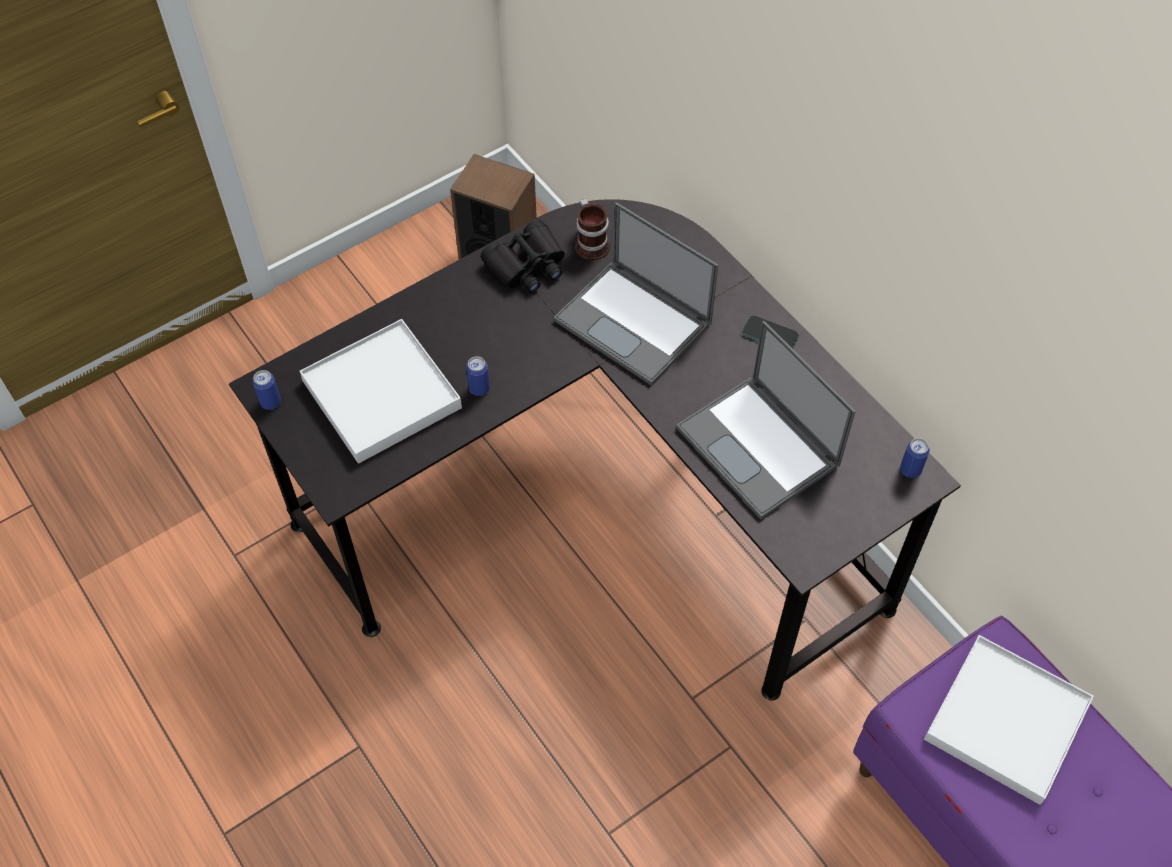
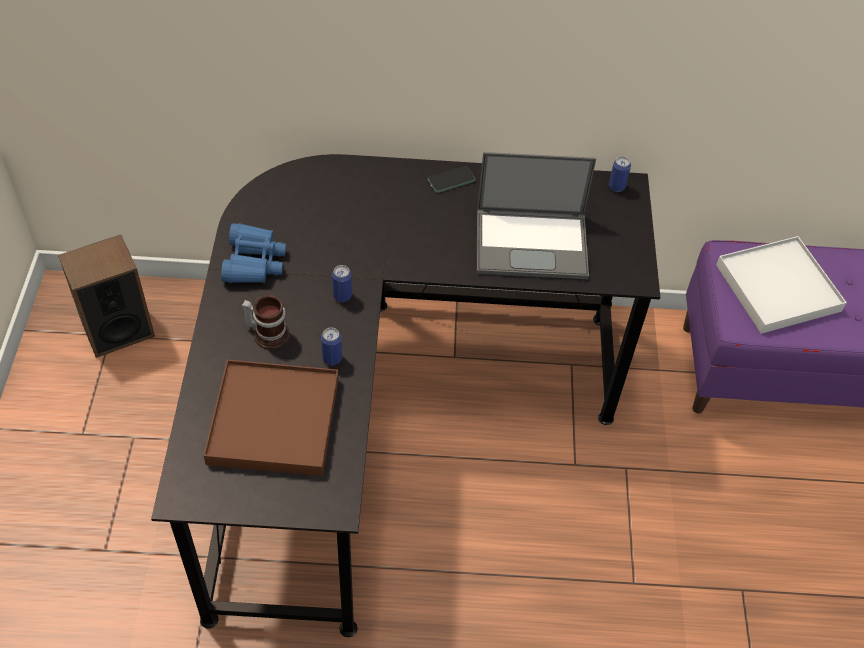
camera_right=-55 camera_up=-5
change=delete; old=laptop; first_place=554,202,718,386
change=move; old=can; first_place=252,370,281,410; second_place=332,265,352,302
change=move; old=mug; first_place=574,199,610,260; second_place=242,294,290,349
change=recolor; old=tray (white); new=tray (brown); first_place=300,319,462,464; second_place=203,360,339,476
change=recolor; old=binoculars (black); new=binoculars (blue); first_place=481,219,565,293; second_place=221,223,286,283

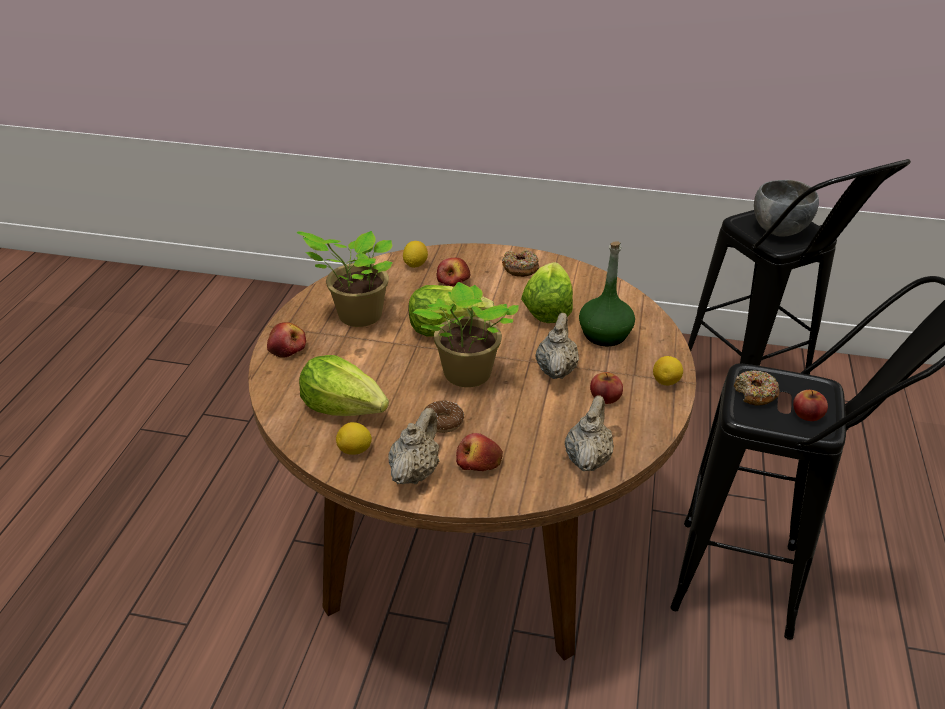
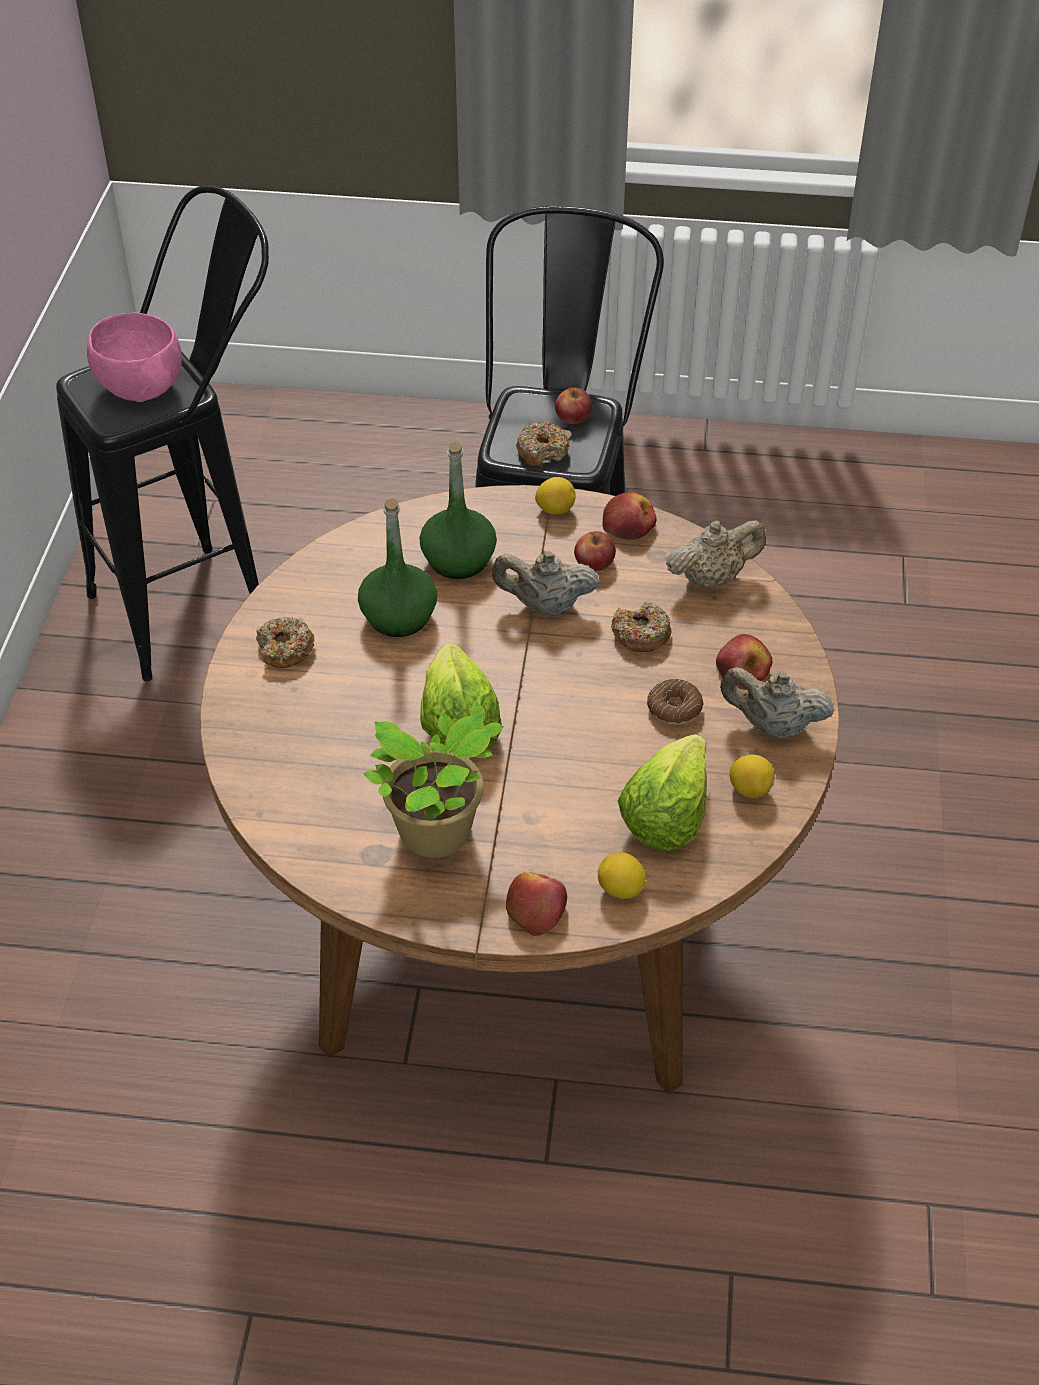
camera_right=-95 camera_up=10
change=delete; old=potted plant; first_place=412,282,519,387
change=insert; new=donut; second_place=611,602,672,652
change=move; old=lemon; first_place=403,241,428,268; second_place=598,852,647,899
change=move; old=apple; first_place=437,258,470,286; second_place=602,492,656,540
change=replace; old=lettuce; new=bottle (green); first_place=521,262,573,323; second_place=358,498,437,637
change=recolor; old=bowl (grey); new=bowl (pink); first_place=754,180,819,237; second_place=87,313,182,401
change=rotate; old=teapot (beige); first_place=565,395,614,471; second_place=666,520,766,588; degrees=150

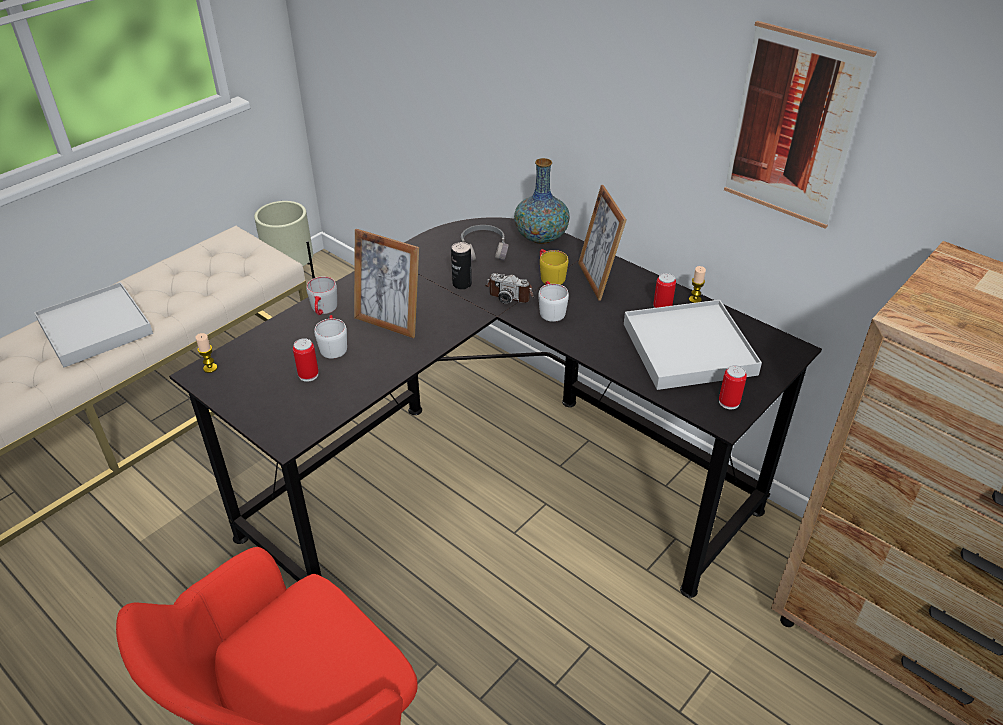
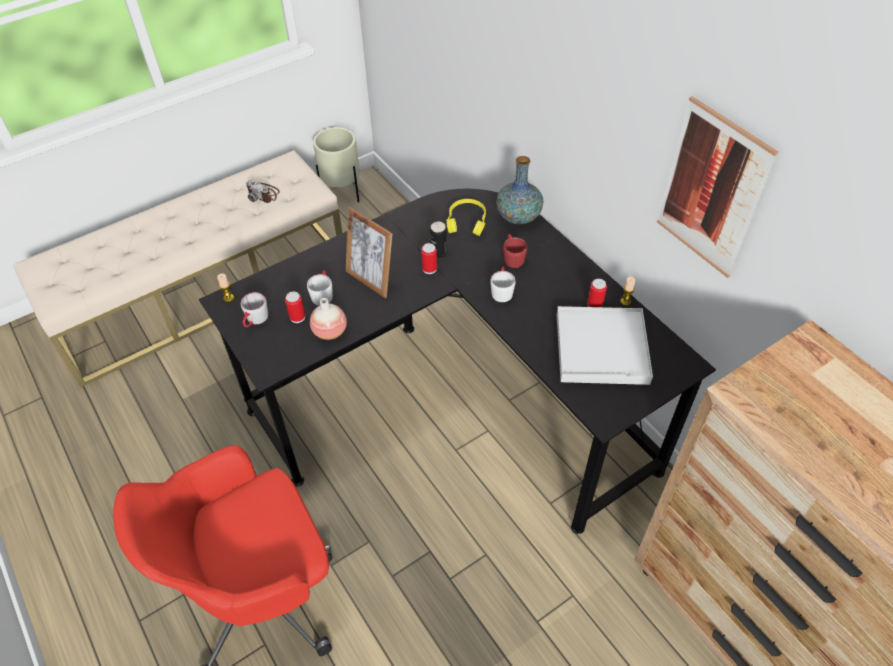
camera_right=15 camera_up=10
change=delete; old=tray (white); first_place=34,282,153,367
change=delete; old=picture frame; first_place=578,185,627,301
change=insert; new=vase; second_place=310,298,347,340
change=move; old=mug (grey); first_place=306,277,337,315; second_place=241,292,268,327
change=move; old=photo camera; first_place=485,273,534,304; second_place=246,180,280,203
change=move; old=can; first_place=719,365,747,409; second_place=421,243,437,274
change=recolor; old=headphones (grey); new=headphones (yellow); first_place=461,225,509,261; second_place=447,199,486,236
change=recolor; old=mug (yellow); new=mug (red); first_place=540,249,568,285; second_place=503,234,527,268

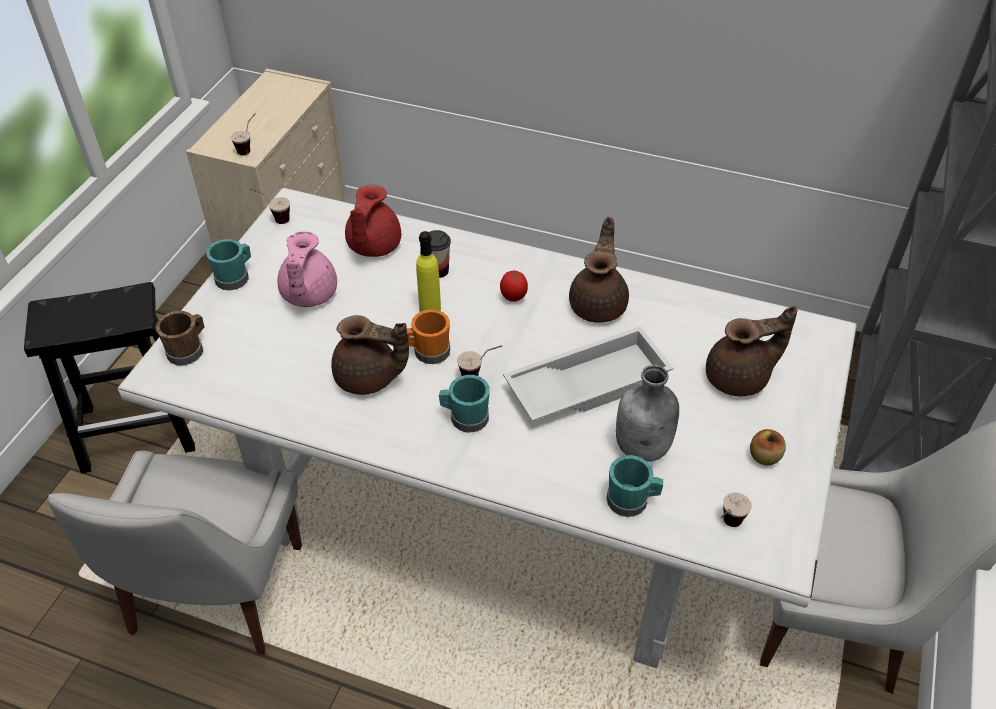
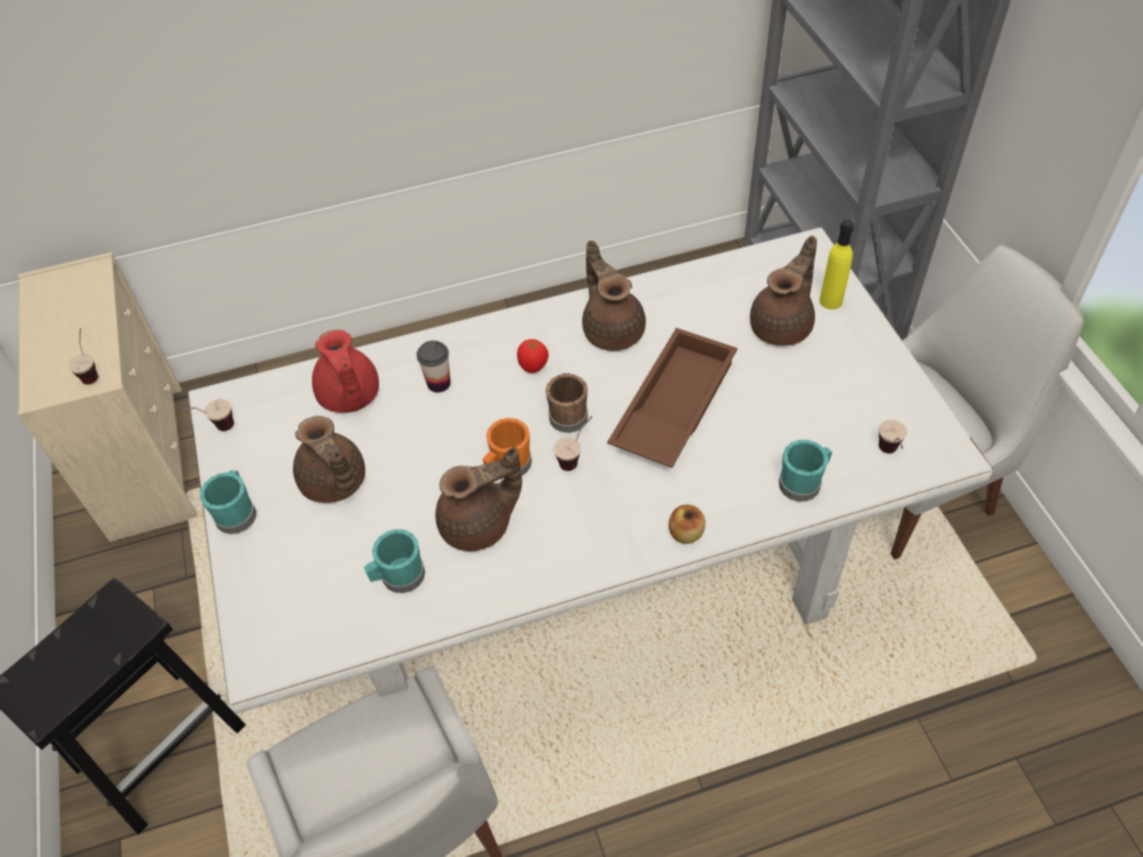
camera_right=-35 camera_up=5
change=delete; old=bottle (grey); first_place=616,365,679,462
change=move; old=mug (brown); first_place=156,311,204,366; second_place=545,373,588,433
change=move; old=bottle (yellow); first_place=416,231,441,312; second_place=819,220,854,310
change=move; old=mug (turquoise); first_place=439,375,490,432; second_place=364,529,425,593
change=move; old=apple; first_place=750,429,786,466; second_place=669,504,705,544
change=recolor; old=teapot (pink); new=teapot (brown); first_place=277,232,337,307; second_place=293,416,365,503
change=recolor; old=tray (white); new=tray (brown); first_place=503,326,674,421; second_place=607,328,738,468

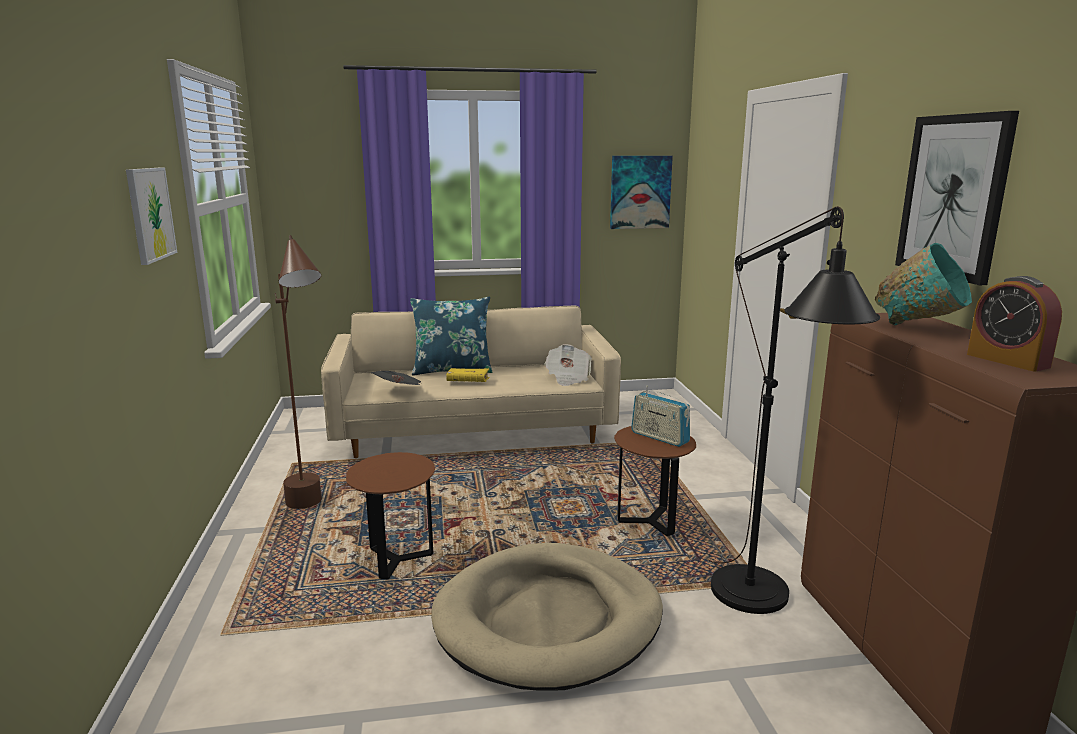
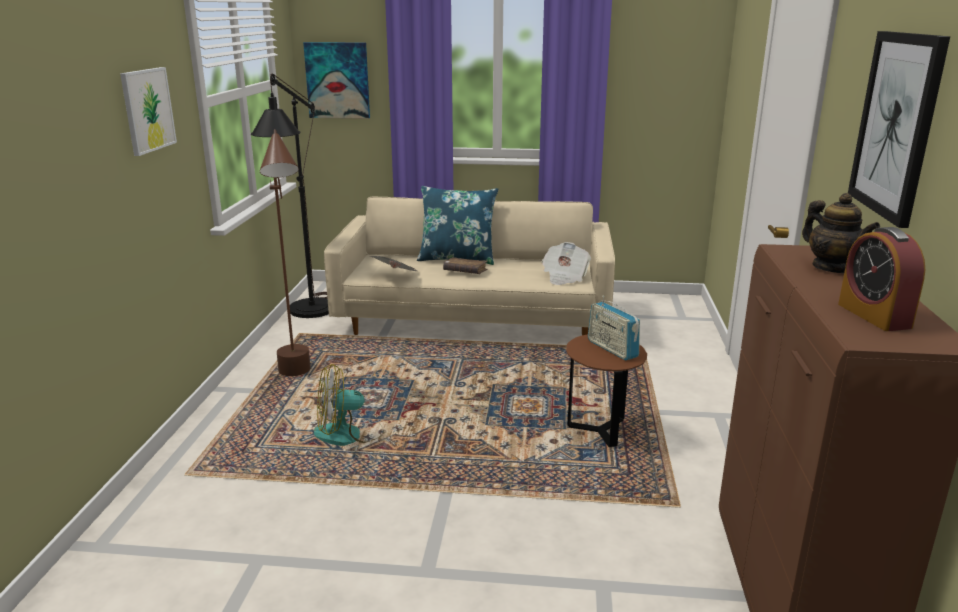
camera_right=15 camera_up=5
change=delete; old=dog bed (beige); first_place=431,543,663,691
change=move; old=picture; first_place=610,156,673,229; second_place=303,42,370,119
change=move; old=floor lamp (black); first_place=708,206,880,614; second_place=251,73,329,318
change=replace; old=side table (brown); new=fan; first_place=346,452,435,579; second_place=314,364,384,446
change=replace; old=bowl (turquoise); new=teapot; first_place=875,243,972,326; second_place=802,193,880,273
change=recolor; old=book (yellow); new=book (brown); first_place=446,368,489,382; second_place=443,257,487,274

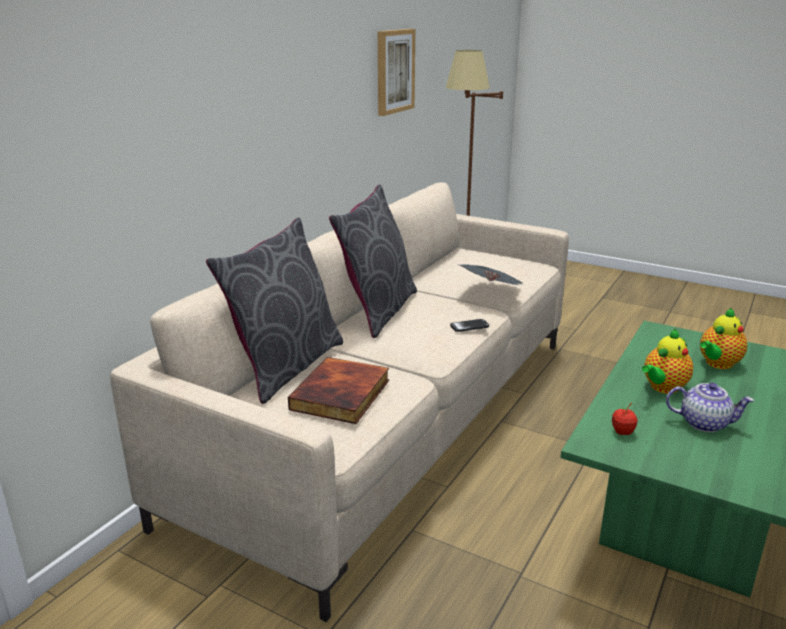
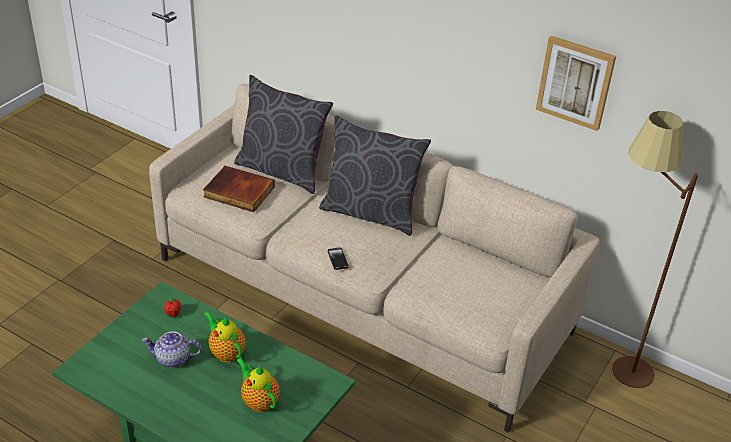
camera_right=90 camera_up=15
change=delete; old=newspaper; first_place=459,265,523,285
change=rotate; old=teapot; first_place=666,383,754,432; second_place=142,331,201,368; degrees=75

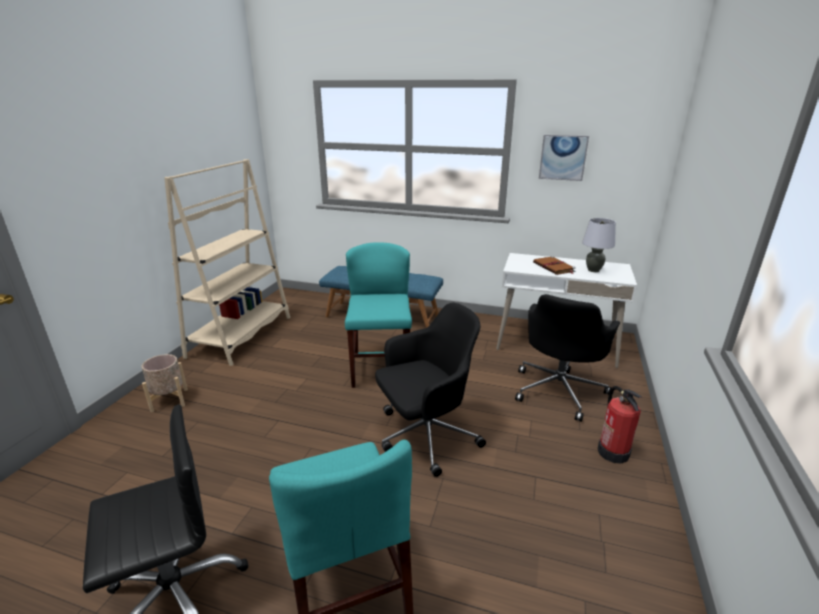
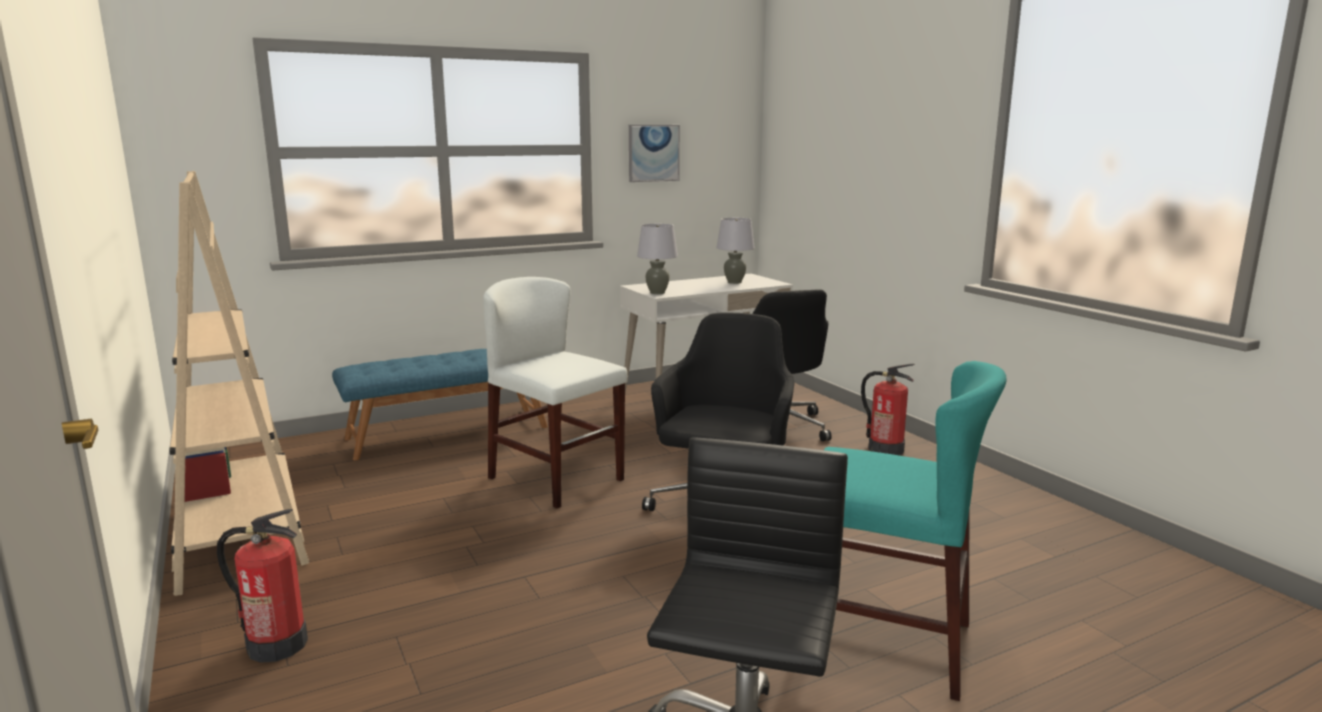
camera_right=-45 camera_up=-10
change=delete; old=book (brown); first_place=533,256,576,275
change=insert; new=table lamp (grey); second_place=637,224,678,294
change=replace; old=planter (beige); new=fire extinguisher; first_place=142,354,188,412; second_place=217,509,308,663
change=recolor; old=chair (turquoise); new=chair (white); first_place=345,243,412,388; second_place=483,277,627,508

